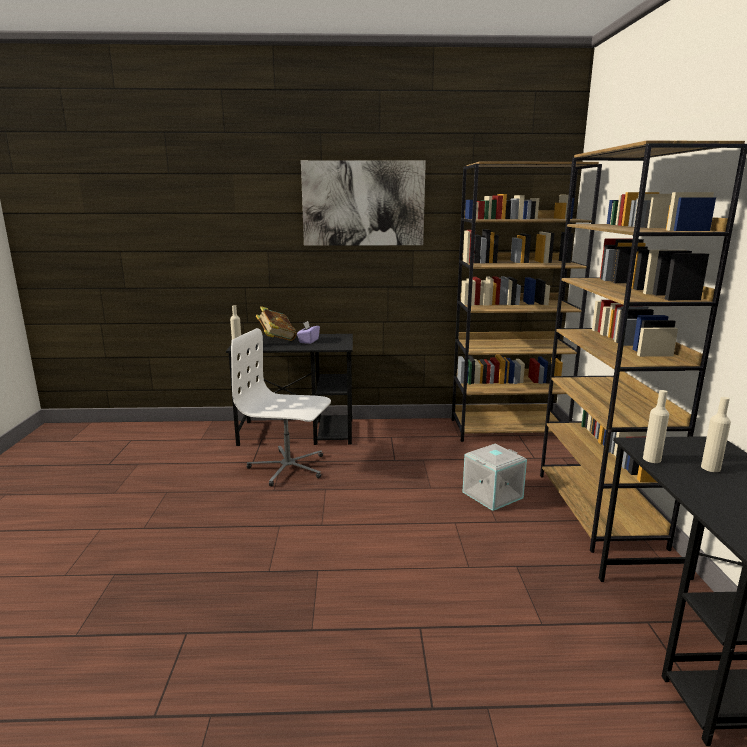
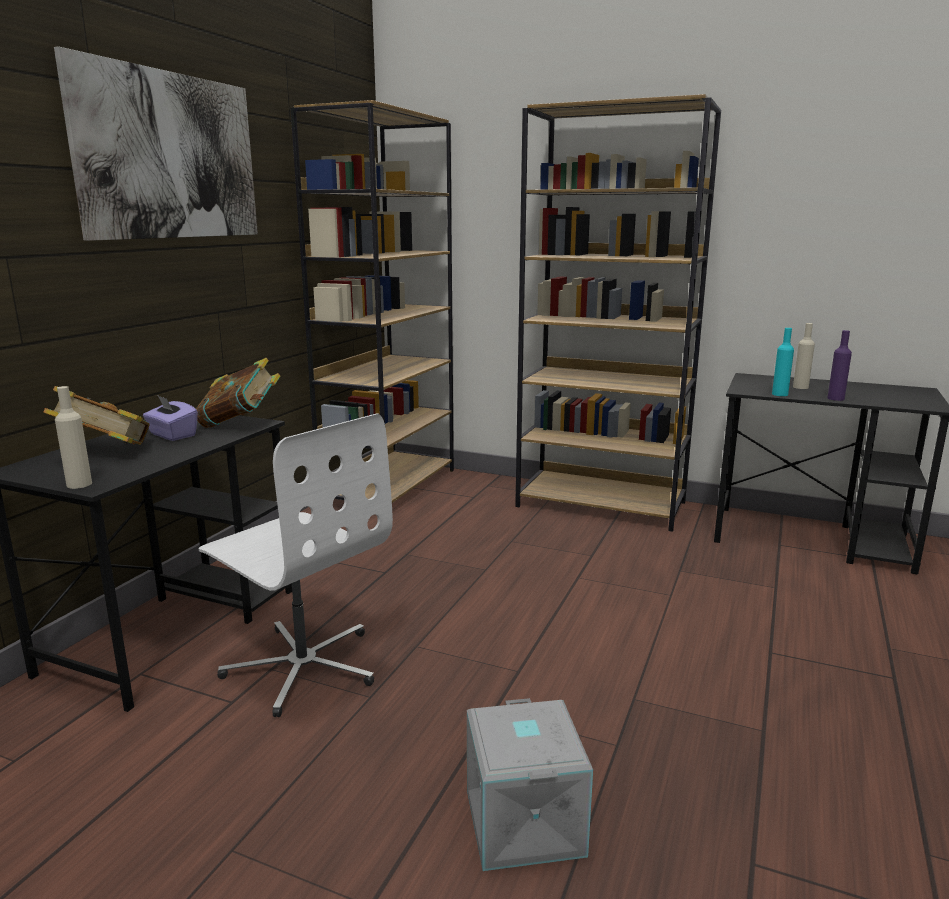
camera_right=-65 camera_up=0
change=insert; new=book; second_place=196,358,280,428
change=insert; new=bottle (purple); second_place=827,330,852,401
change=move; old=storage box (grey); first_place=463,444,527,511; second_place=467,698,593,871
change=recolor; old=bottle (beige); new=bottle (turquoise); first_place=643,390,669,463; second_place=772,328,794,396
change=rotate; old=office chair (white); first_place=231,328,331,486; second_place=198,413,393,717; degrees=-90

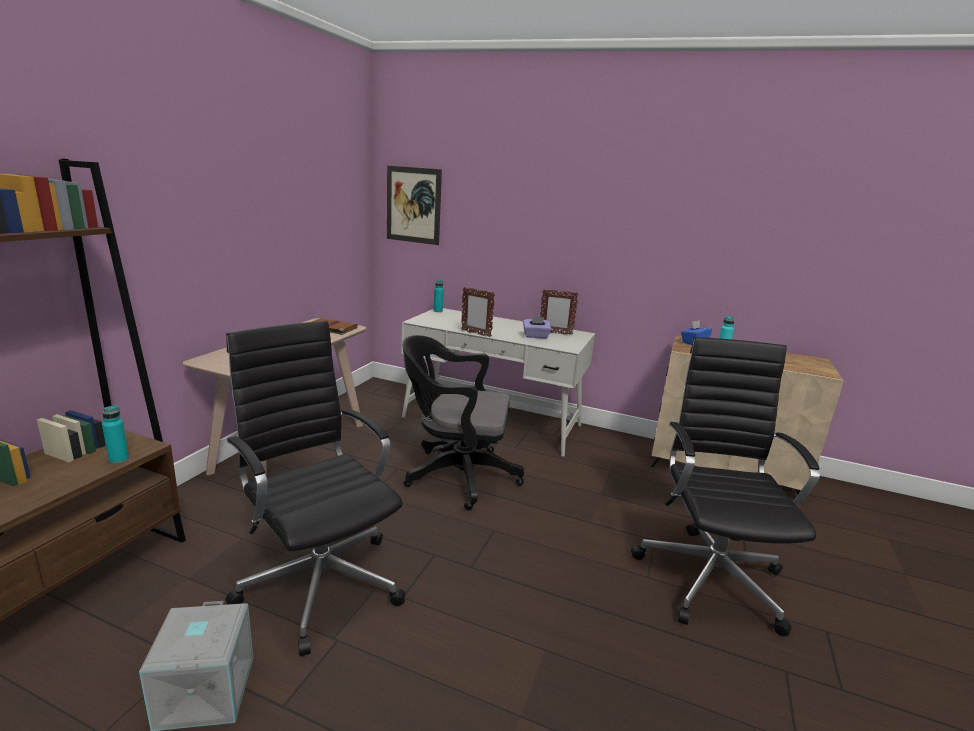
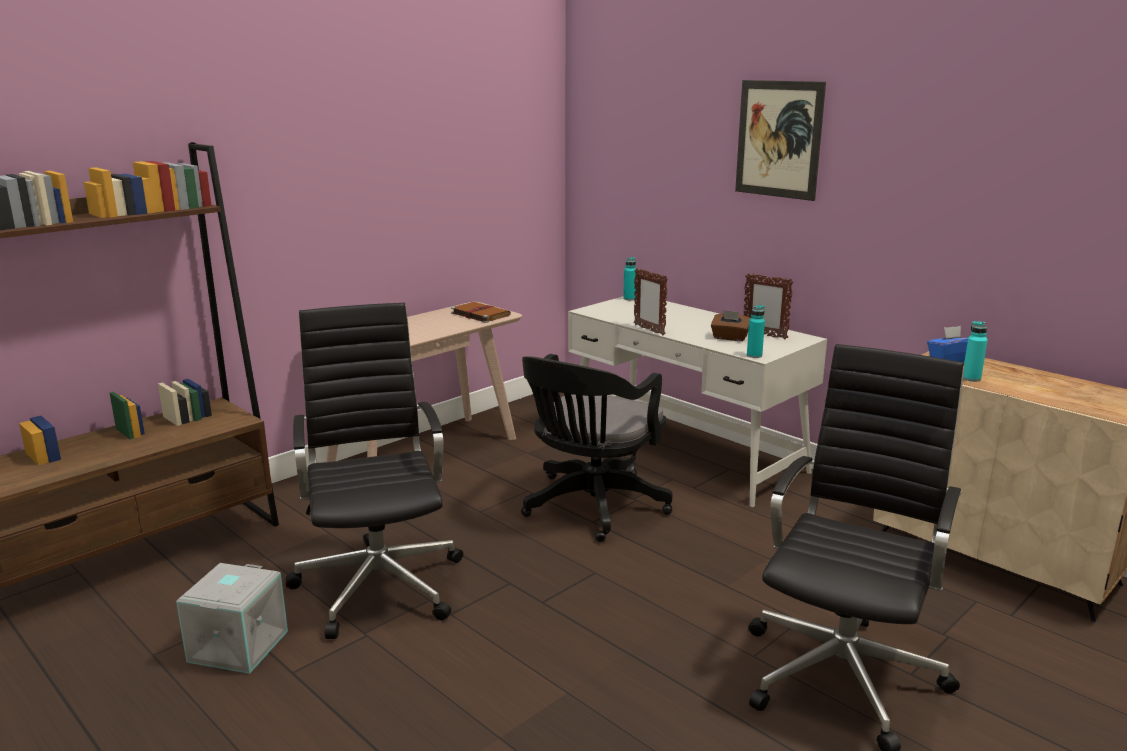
camera_right=25 camera_up=0
change=move; old=bottle (turquoise); first_place=102,405,129,464; second_place=747,305,765,358
change=move; old=picture; first_place=387,165,442,245; second_place=735,80,826,201
change=recolor; old=tissue box (purple); new=tissue box (brown); first_place=523,316,551,338; second_place=711,310,750,341
change=rotate; old=office chair (black); first_place=402,335,524,511; second_place=521,354,673,542; degrees=-90

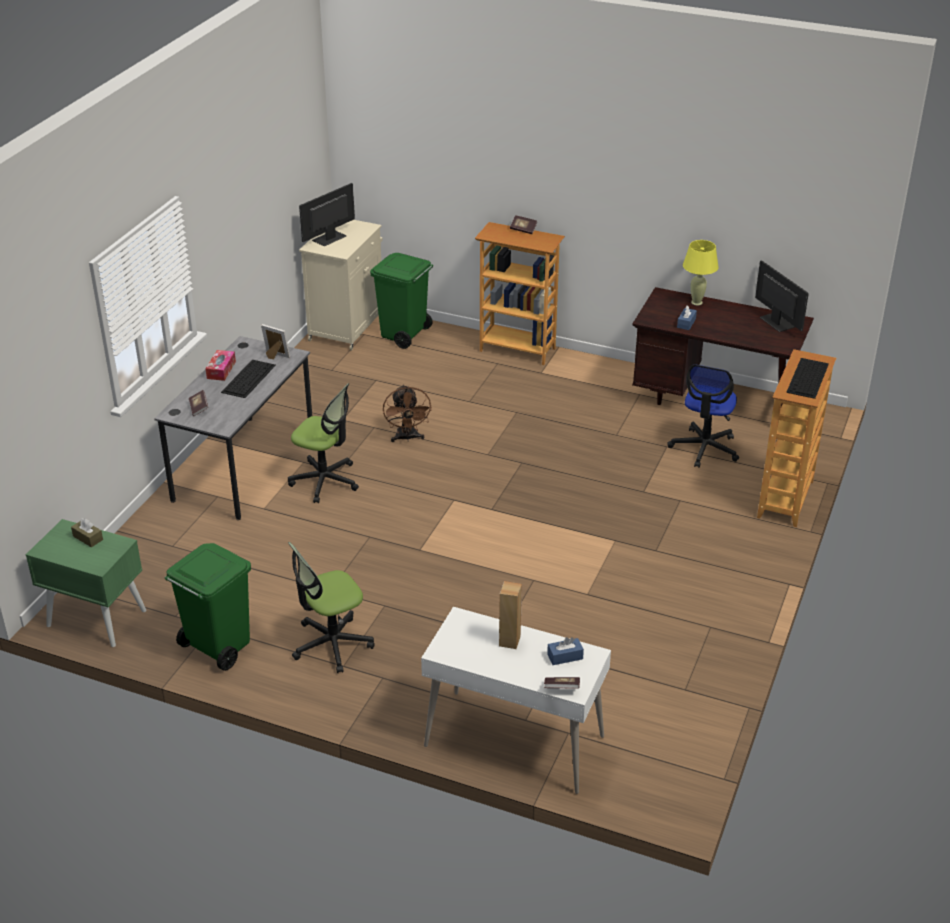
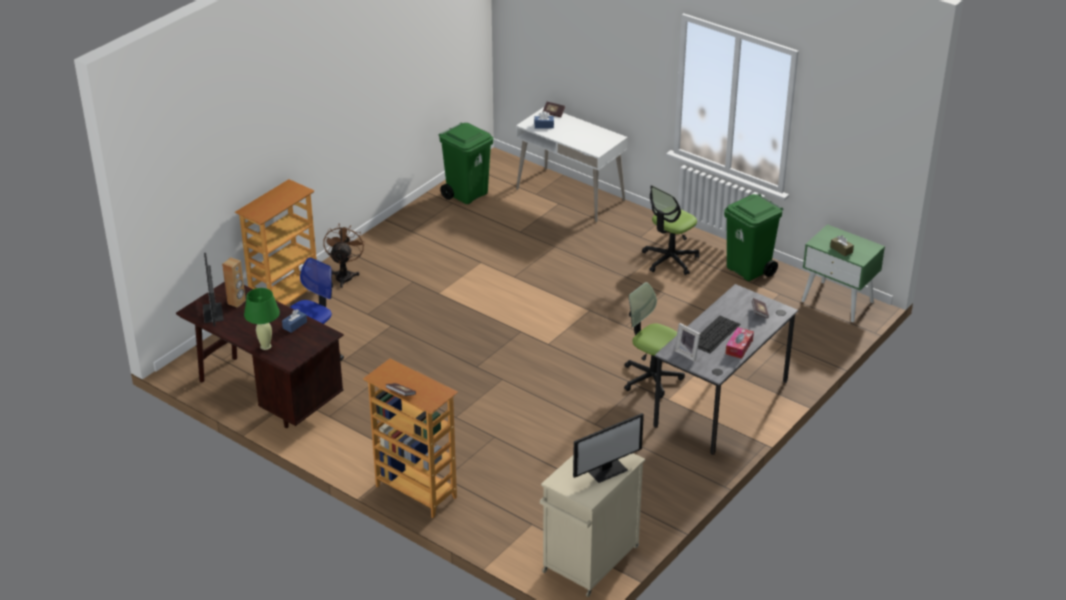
camera_right=-165 camera_up=0
change=delete; old=keyboard; first_place=786,358,829,399
change=move; old=trash can (green); first_place=370,253,433,349; second_place=439,123,493,204
change=move; old=fan (brown); first_place=383,384,432,442; second_place=323,224,365,288
change=move; old=speaker (brown); first_place=499,581,522,649; second_place=222,257,246,308
change=recolor; old=table lamp (yellow); new=table lamp (green); first_place=683,240,719,305; second_place=244,288,280,350
change=rotate; old=office chair; first_place=288,542,375,673; second_place=642,185,700,275; degrees=150

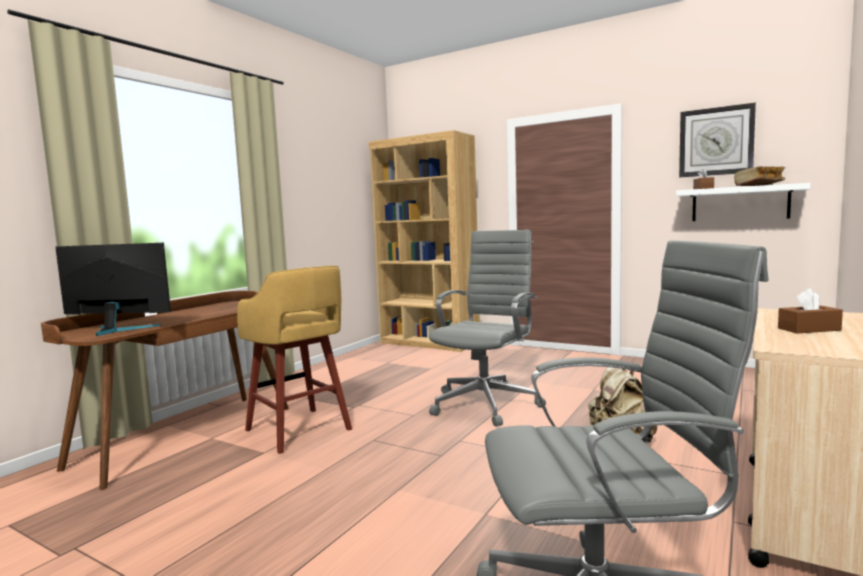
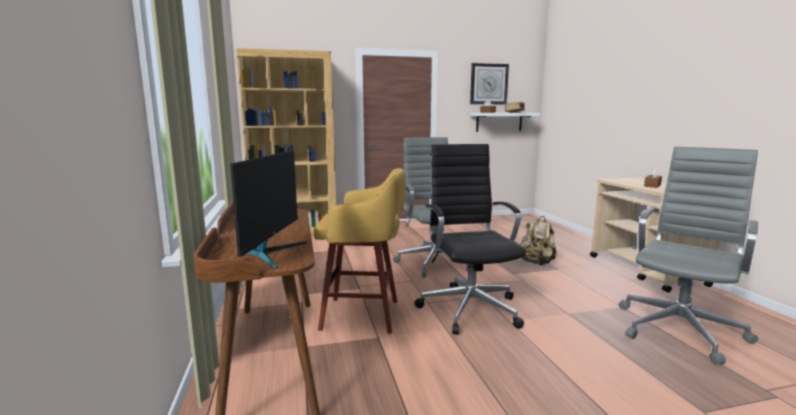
camera_right=-45 camera_up=5
change=insert; new=office chair (black); second_place=414,144,526,335
change=rotate; old=monitor; first_place=55,243,171,336; second_place=230,150,307,268; degrees=135

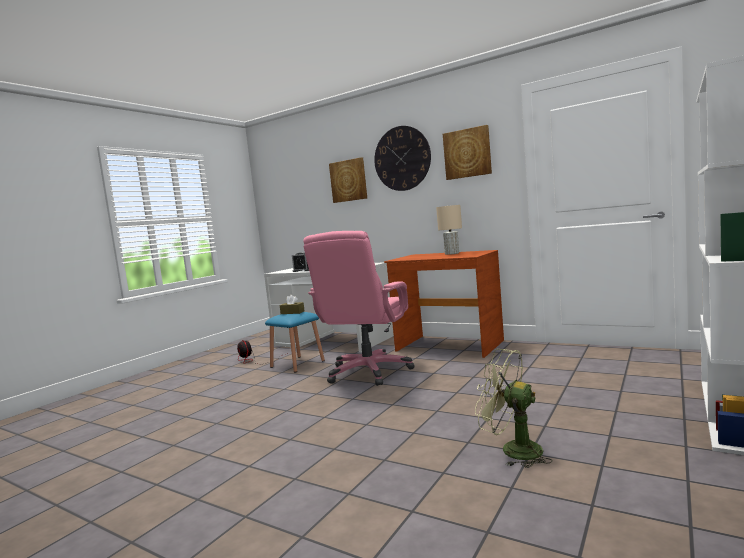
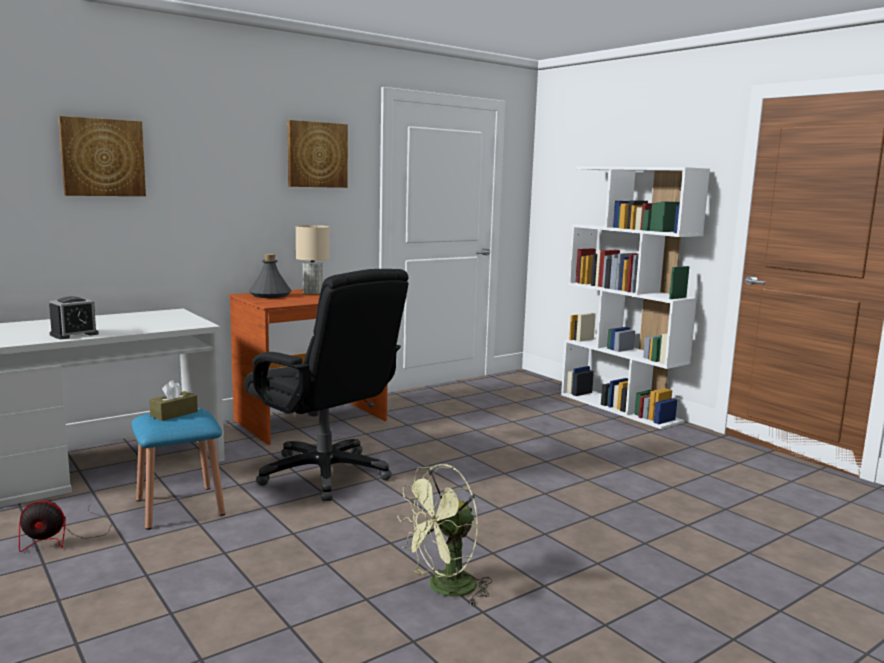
camera_right=-70 camera_up=5
change=delete; old=wall clock; first_place=374,126,431,191
change=insert; new=bottle (grey); second_place=249,254,292,298
change=move; old=fan (green); first_place=475,349,552,468; second_place=397,464,492,606
change=recolor; old=office chair (pink); new=office chair (black); first_place=303,231,414,386; second_place=244,269,409,501

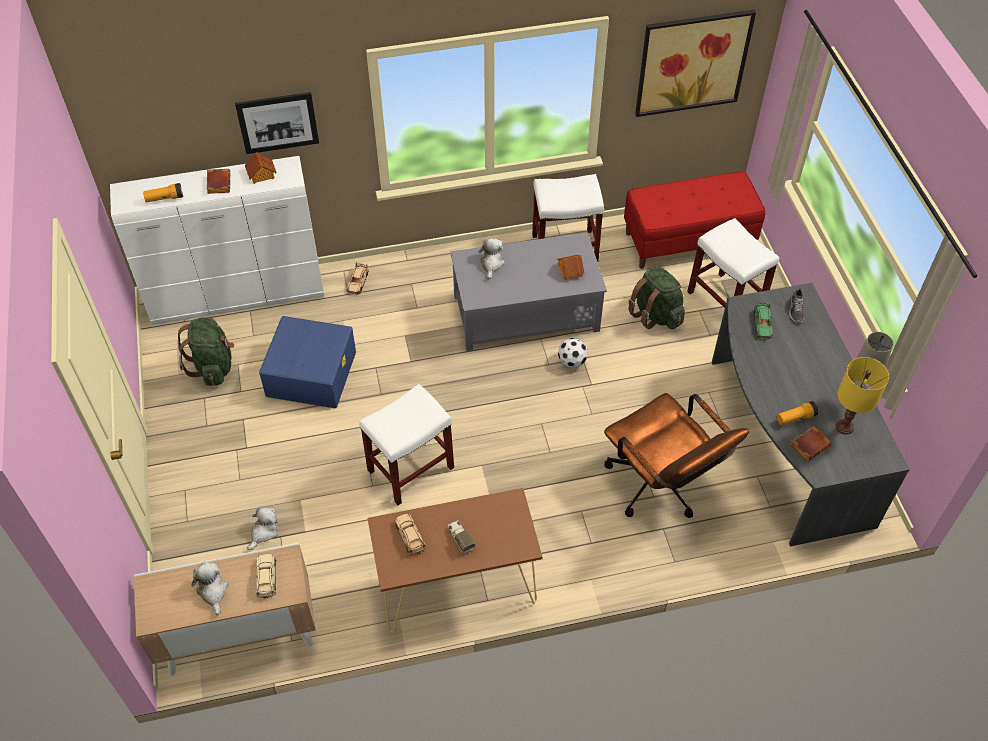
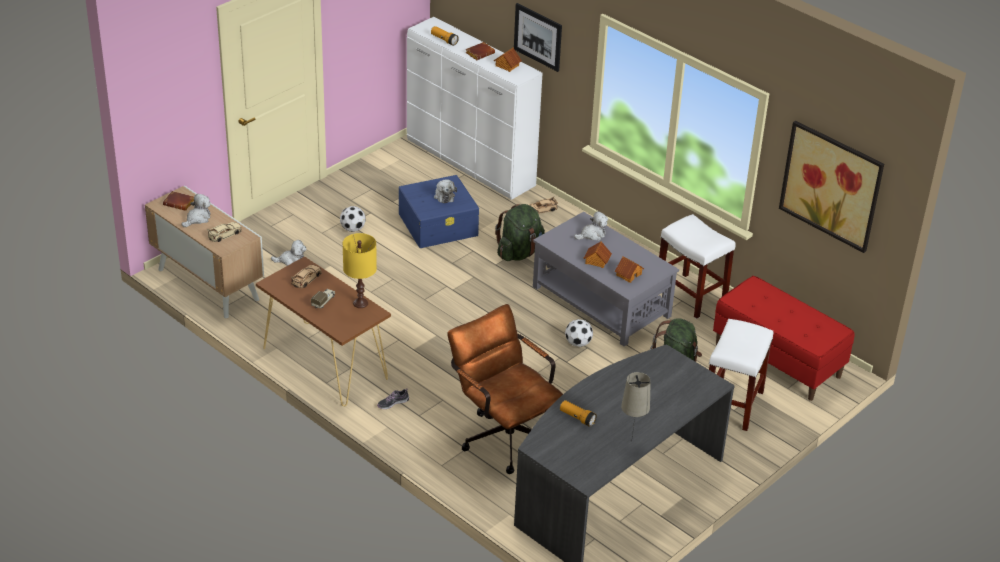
camera_right=55 camera_up=-15
change=delete; old=stool (white); first_place=359,384,454,505
change=delete; old=toy car (green); first_place=753,301,773,340
change=insert; new=football; second_place=340,206,365,232
change=insert; new=plush toy; second_place=434,179,457,203
change=insert; new=toy house; second_place=583,241,612,268
change=move; old=backpack (green); first_place=177,317,234,386; second_place=495,204,545,261
change=move; old=shoe; first_place=789,287,804,323; second_place=377,389,409,409
change=move; old=book (brown); first_place=790,426,832,462; second_place=163,191,194,211
change=move; old=table lamp (yellow); first_place=836,357,889,435; second_place=343,233,377,308
change=rotate; old=office chair (brown); first_place=604,393,749,518; second_place=447,304,563,474; degrees=120

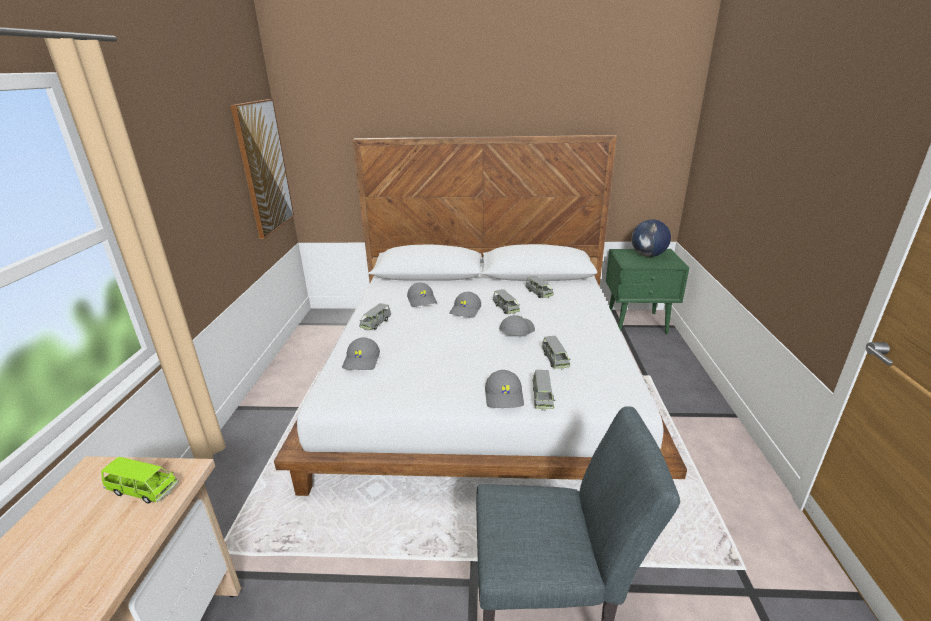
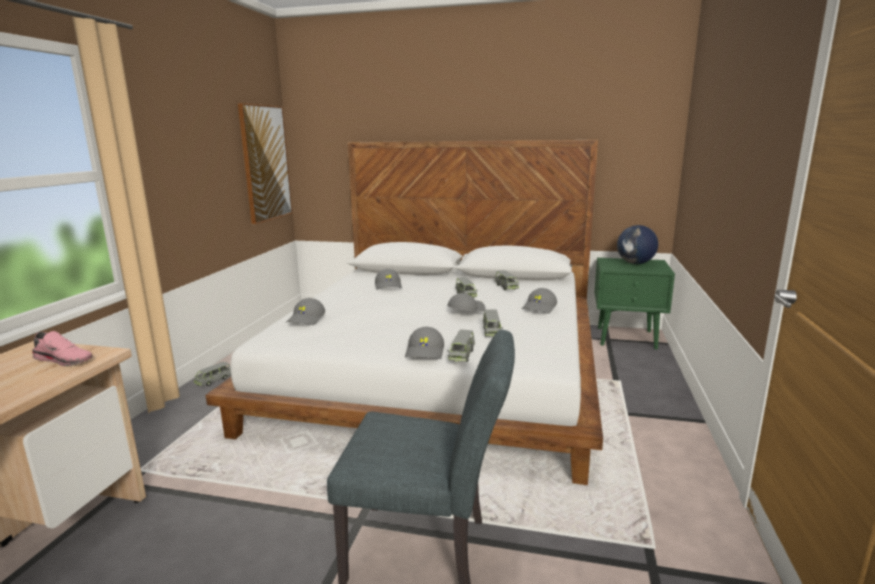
camera_right=10 camera_up=-10
change=move; old=toy car (grey); first_place=359,303,391,330; second_place=194,362,231,386
change=move; old=cap (grey); first_place=449,292,481,318; second_place=522,288,557,314
change=replace; old=toy car (green); new=shoe (pink); first_place=101,457,179,504; second_place=32,331,93,367

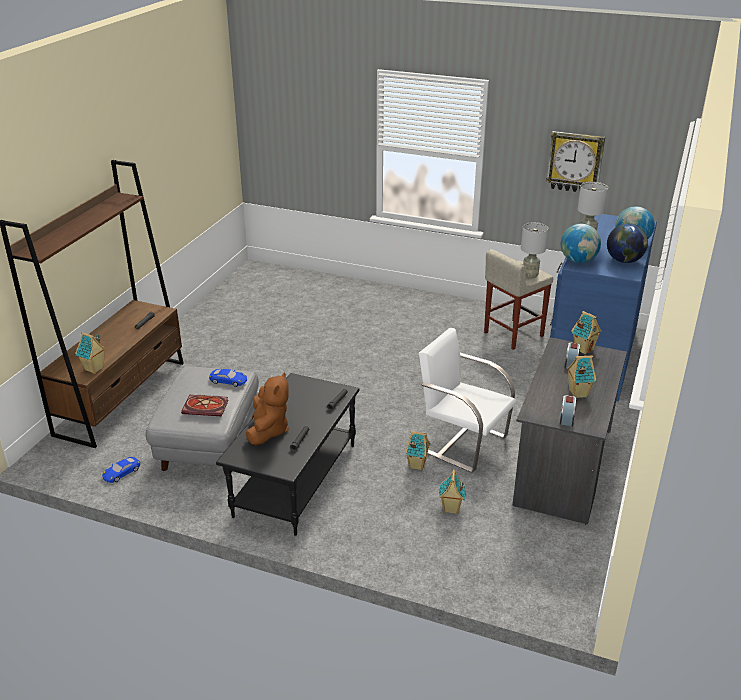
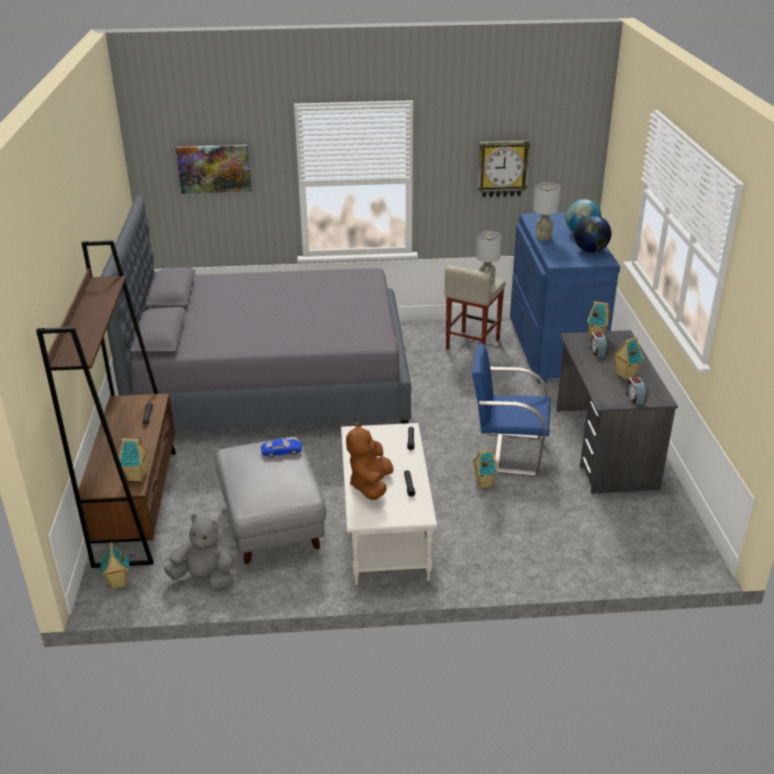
camera_right=-25 camera_up=0
change=delete; old=book; first_place=181,395,228,417
change=delete; old=globe; first_place=561,224,601,263
change=insert; new=bed (grey); second_place=101,196,411,431
change=insert; new=picture; second_place=176,145,252,194
change=move; old=toy house; first_place=439,469,466,514; second_place=101,542,130,590
change=replace; old=toy car (blue); new=plush toy (grey); first_place=102,457,140,483; second_place=164,514,234,591
change=recolor; old=coffee table (black); new=coffee table (white); first_place=216,373,359,536; second_place=341,423,437,585
change=recolor; old=chair (white); new=chair (blue); first_place=419,328,516,473; second_place=472,344,551,476
change=rotate; old=plush toy (brown); first_place=246,372,289,446; second_place=346,423,394,500; degrees=-150

